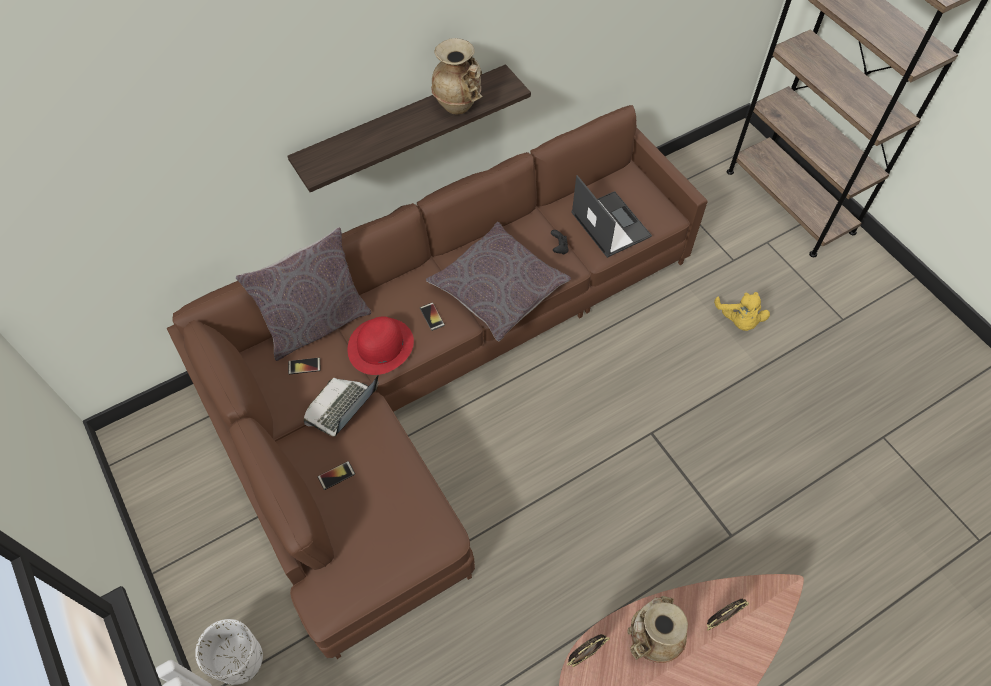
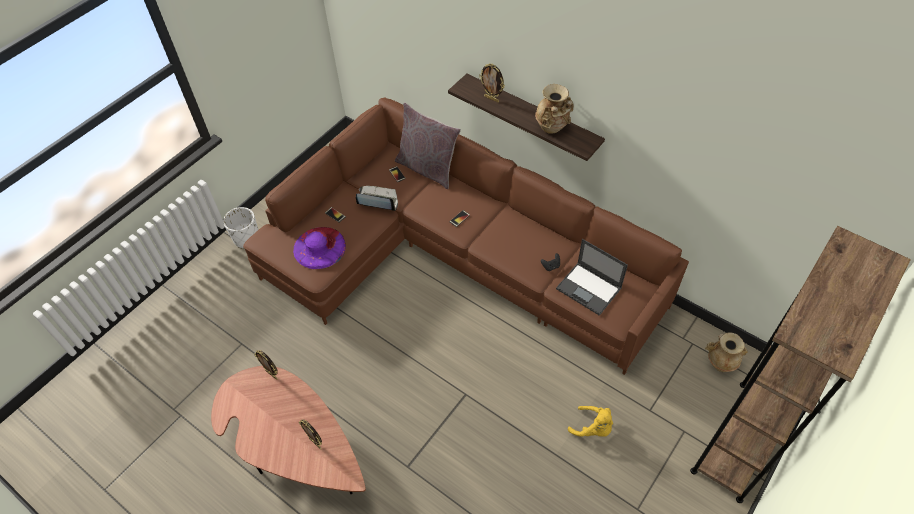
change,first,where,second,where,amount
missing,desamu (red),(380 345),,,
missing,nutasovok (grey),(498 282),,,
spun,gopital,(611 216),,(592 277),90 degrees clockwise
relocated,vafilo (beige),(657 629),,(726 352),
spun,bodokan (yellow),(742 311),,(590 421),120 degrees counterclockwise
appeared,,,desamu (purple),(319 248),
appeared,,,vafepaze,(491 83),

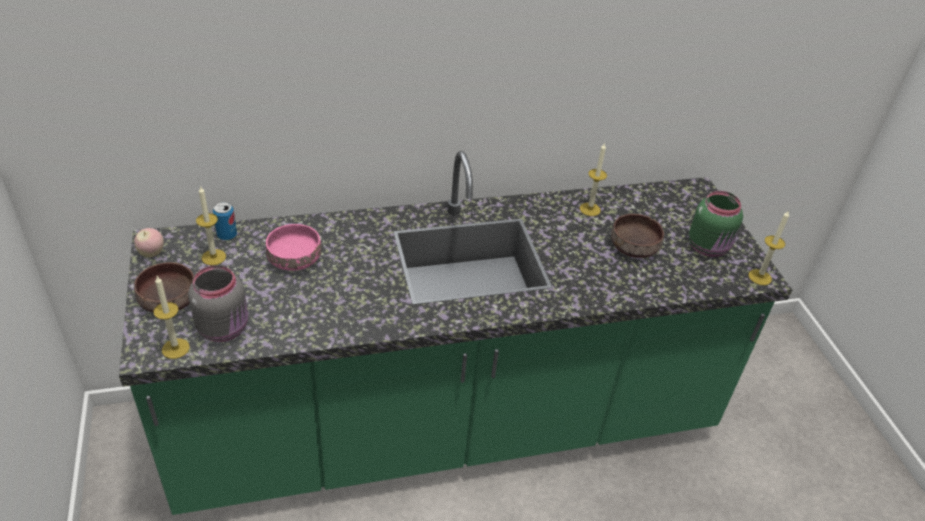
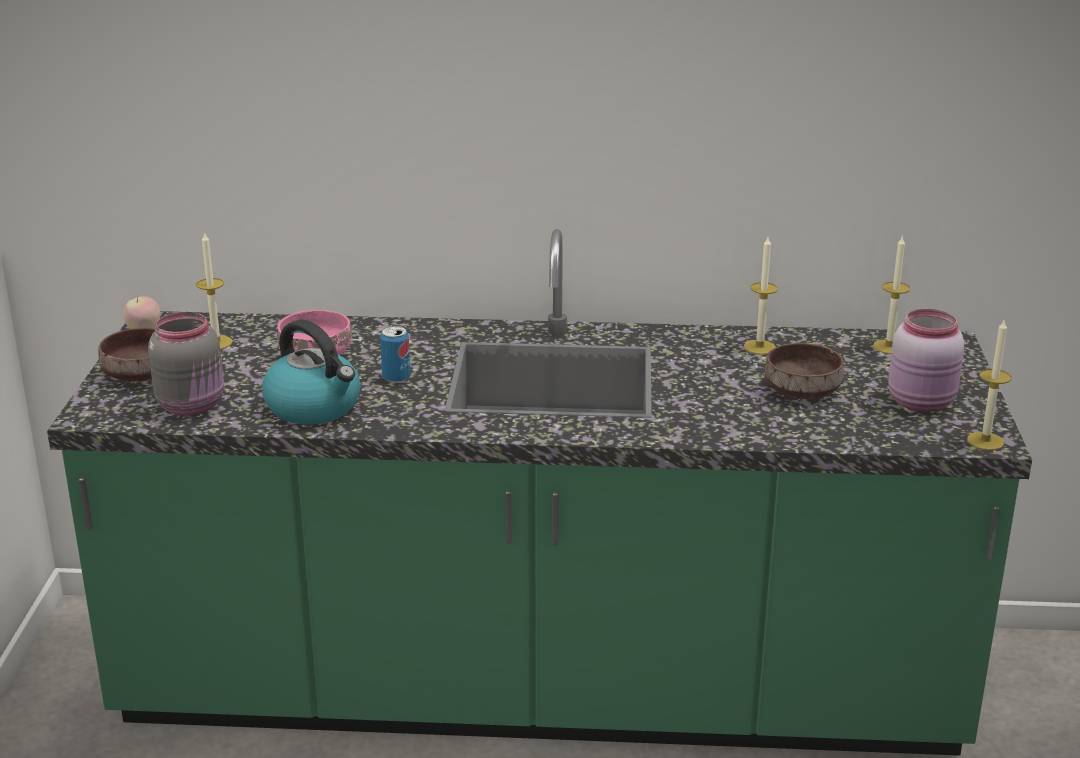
change,first,where,second,where,amount
relocated,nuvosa,(172 317),,(891 295),
relocated,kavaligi,(225 221),,(395 354),
colour,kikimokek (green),(716 224),kikimokek (pink),(926 360),
appeared,,,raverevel,(311 372),

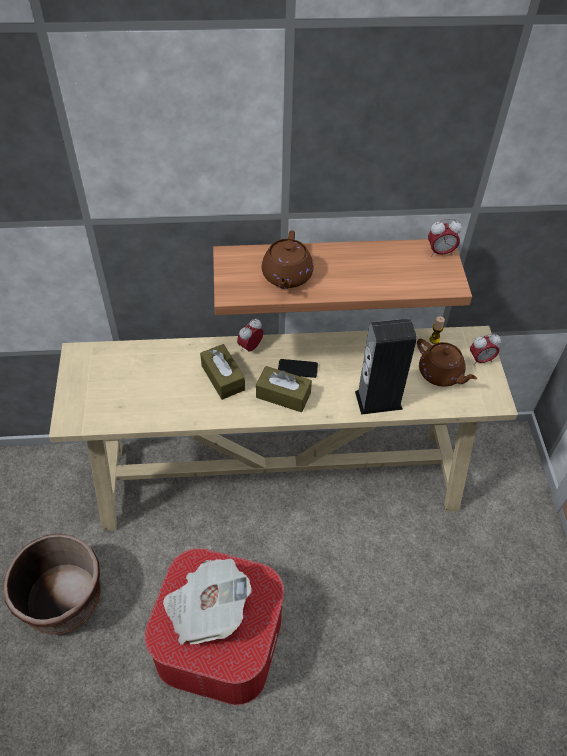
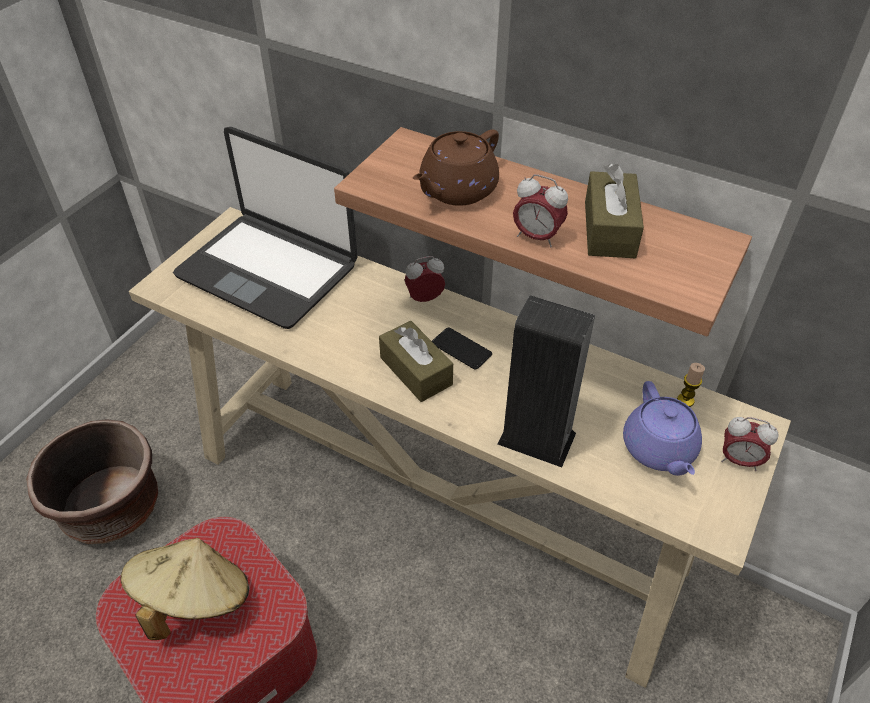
change,first,where,second,where,amount
exchanged,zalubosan,(207 602),desamu (beige),(185 589),
relocated,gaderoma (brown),(222 372),,(614 211),
colour,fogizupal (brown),(447 363),fogizupal (purple),(662 428),
relocated,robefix,(445 237),,(540 211),
appeared,,,gopital,(265 228),

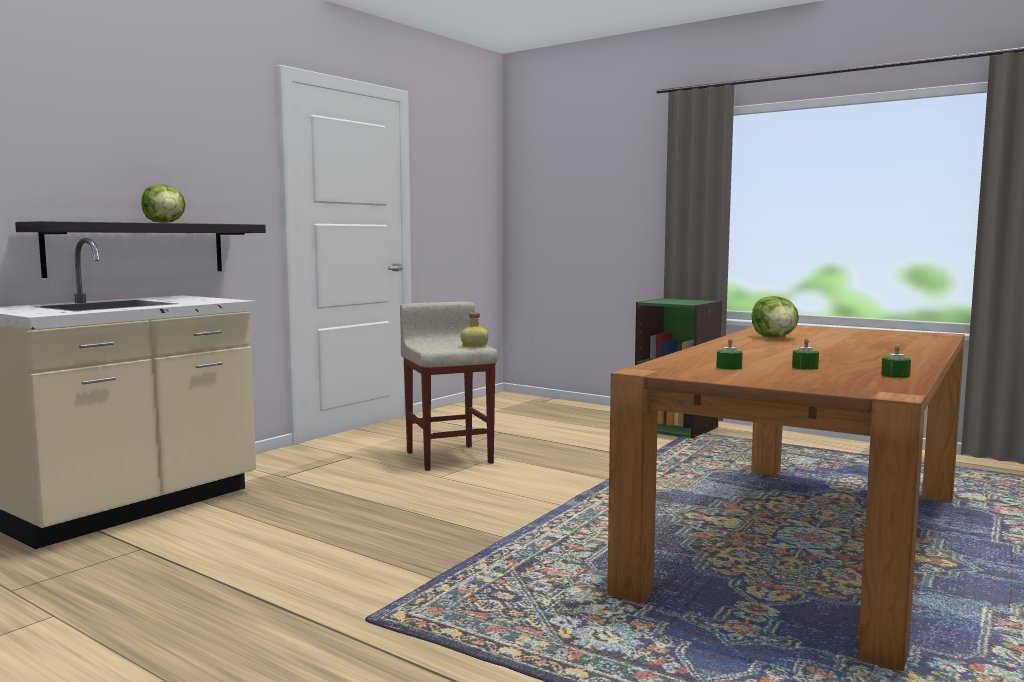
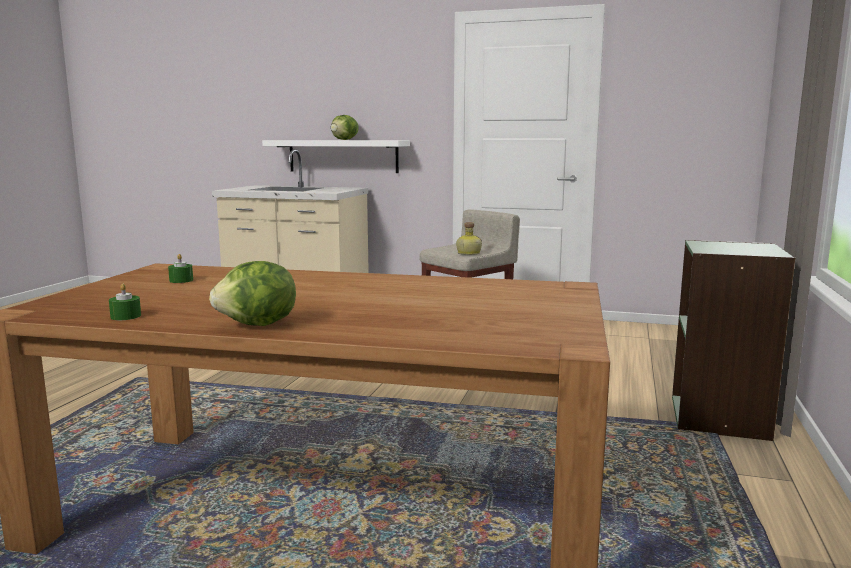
change,first,where,second,where,amount
colour,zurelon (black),(140 249),zurelon (white),(336 156),
relocated,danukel,(775 317),,(252 293),
missing,nuvosa (green),(805 354),,,

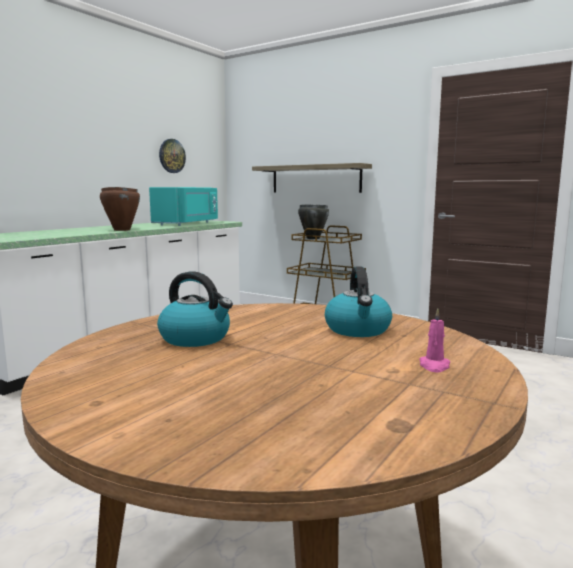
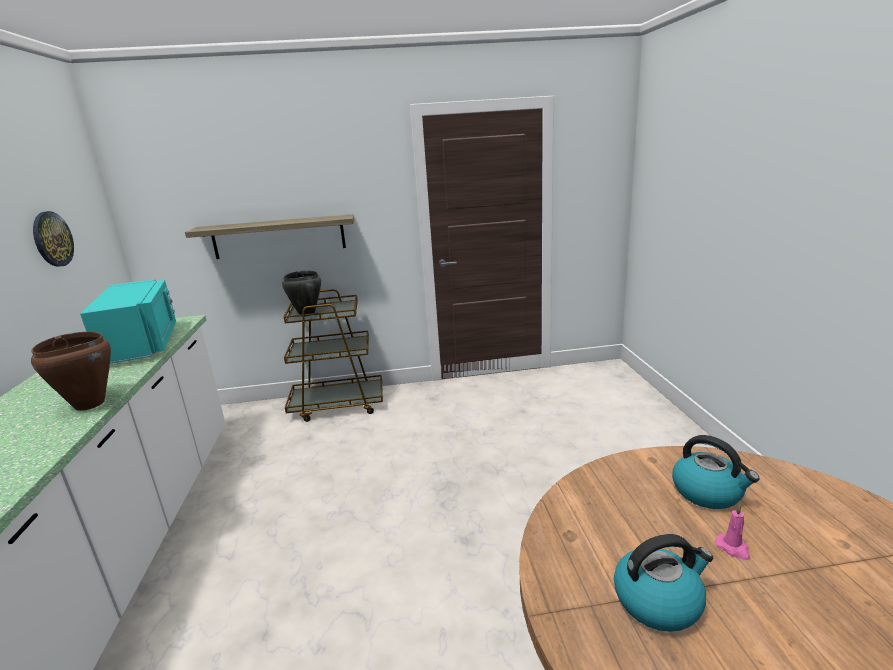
change,first,where,second,where,amount
relocated,nuvosa (pink),(434 340),,(733 532),

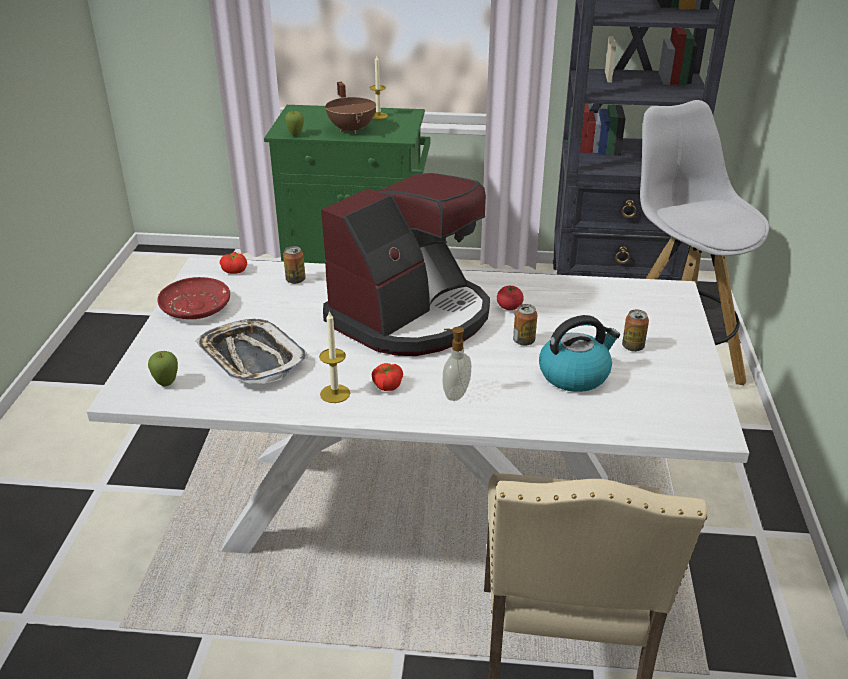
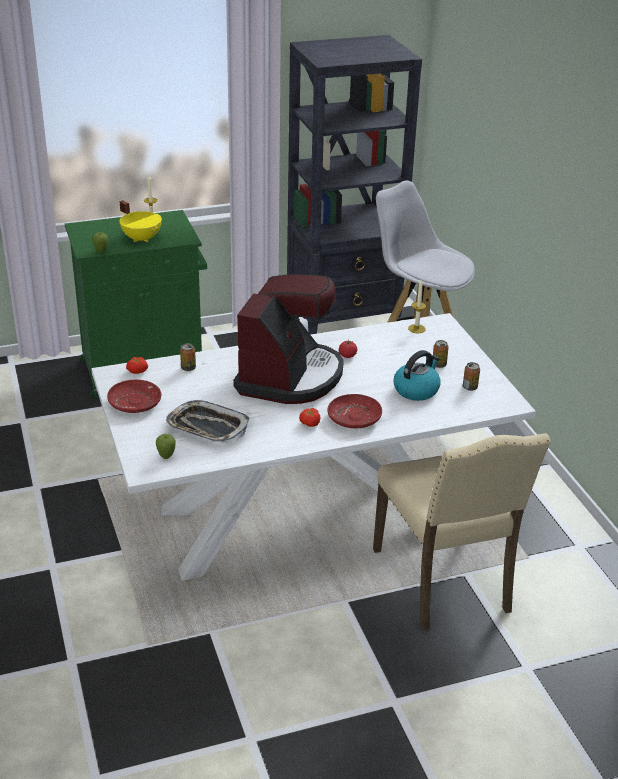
change,first,where,second,where,amount
relocated,nuvosa,(334 357),,(417 306),
colour,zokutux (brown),(350 108),zokutux (yellow),(140 221),
exchanged,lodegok,(457 364),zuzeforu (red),(354 411),
relocated,kavaligi,(525 325),,(471 376),

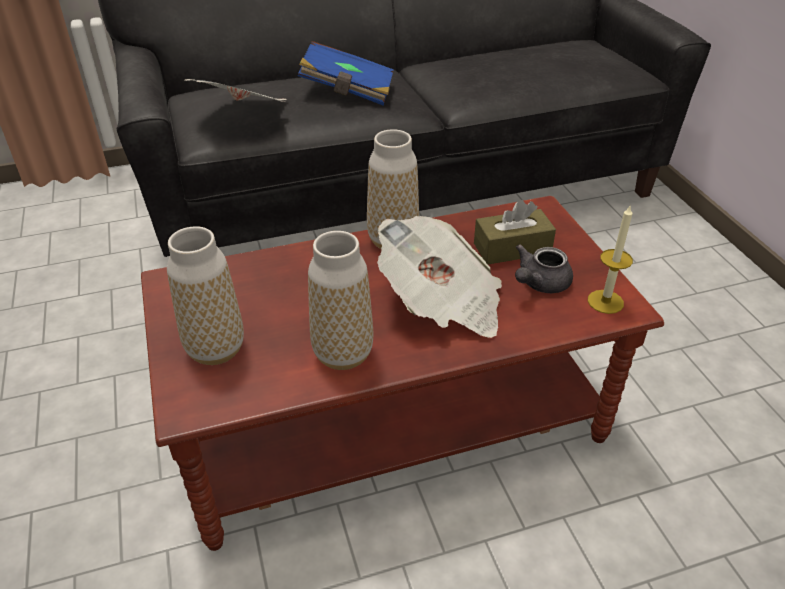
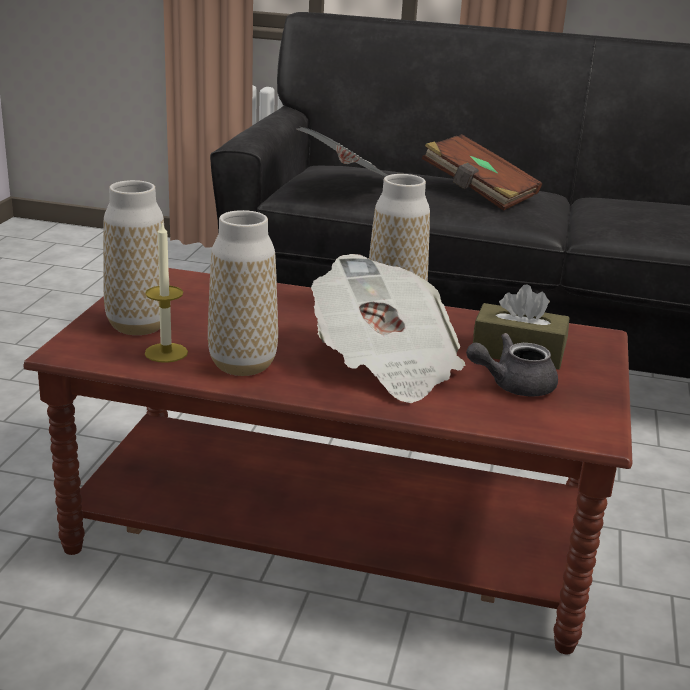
change,first,where,second,where,amount
colour,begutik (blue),(346 73),begutik (brown),(482 172),
relocated,nuvosa,(610 259),,(166 293),

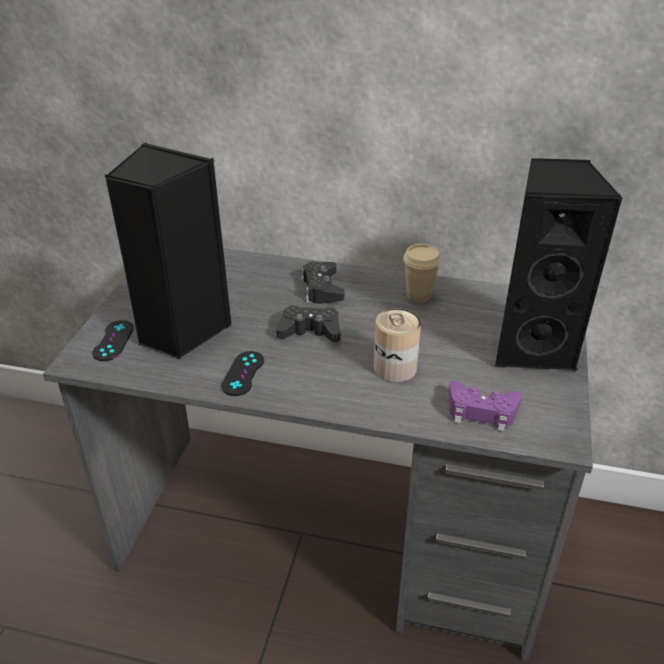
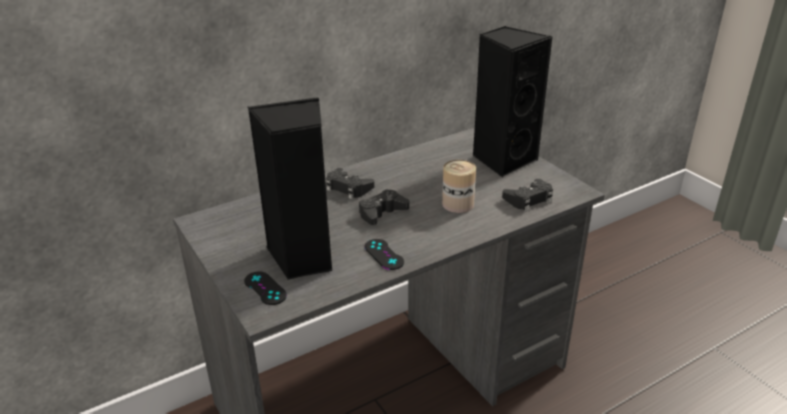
change,first,where,second,where,amount
missing,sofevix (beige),(422 273),,,
colour,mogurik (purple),(485 406),mogurik (black),(527 195),

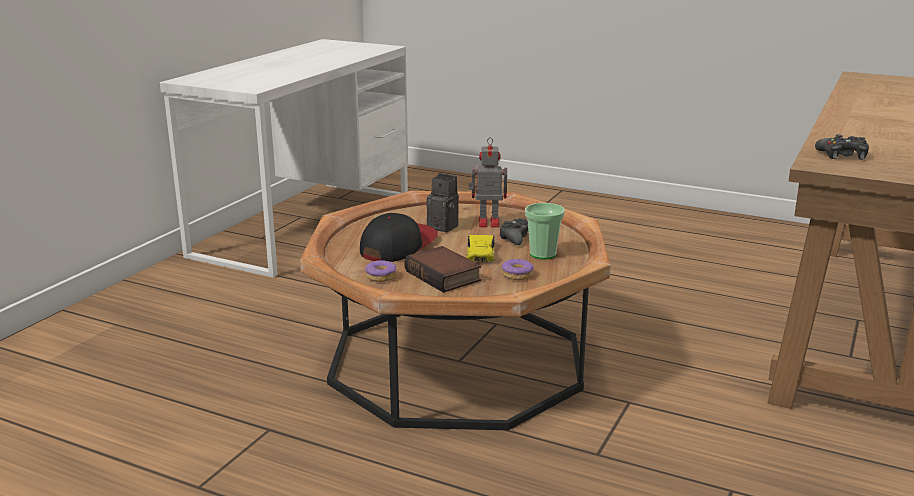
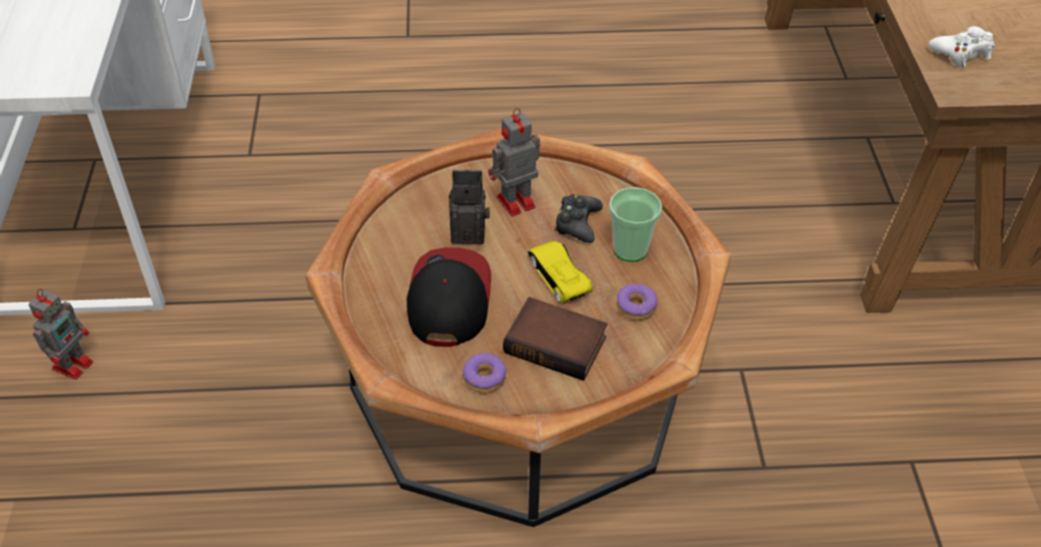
change,first,where,second,where,amount
colour,mogurik (black),(842 147),mogurik (white),(961 46),
appeared,,,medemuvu,(61 334),

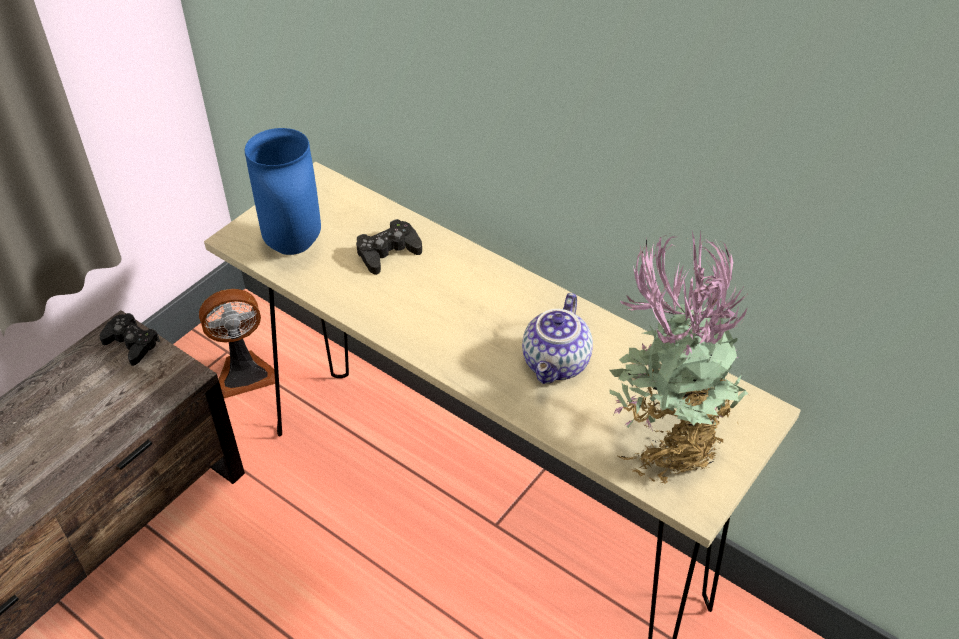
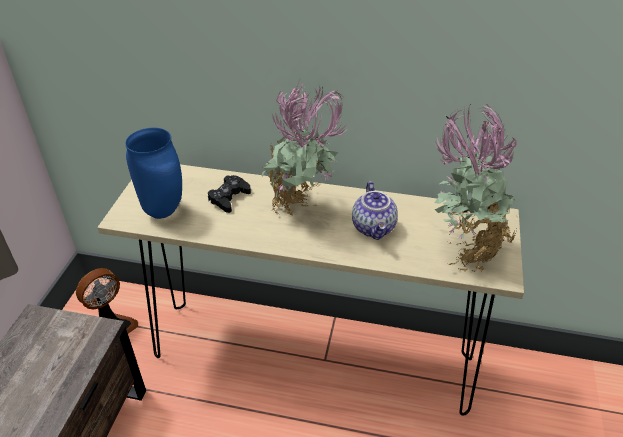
change,first,where,second,where,amount
missing,mogurik (black),(130 339),,,
appeared,,,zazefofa,(305 146),

